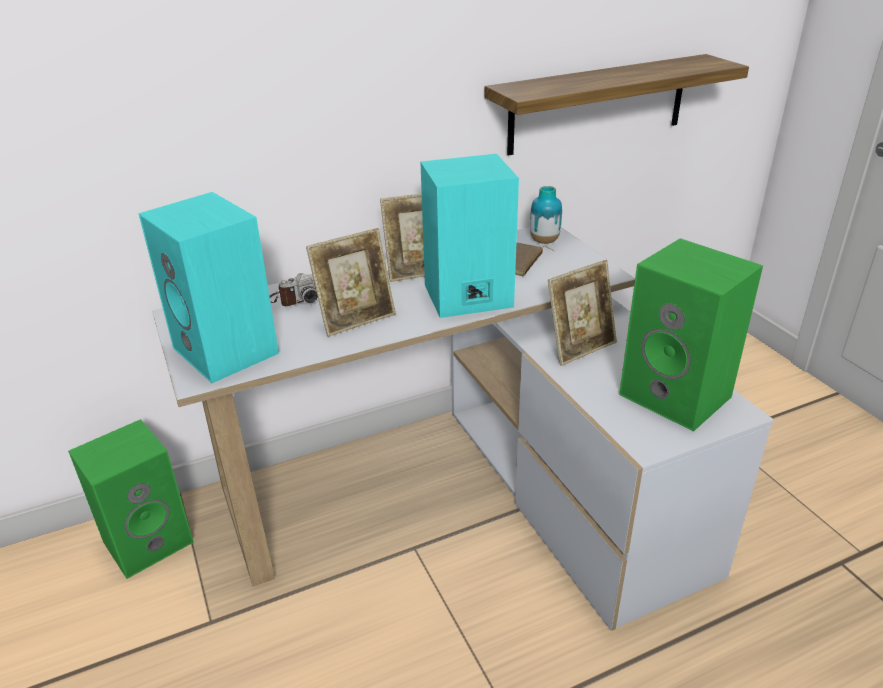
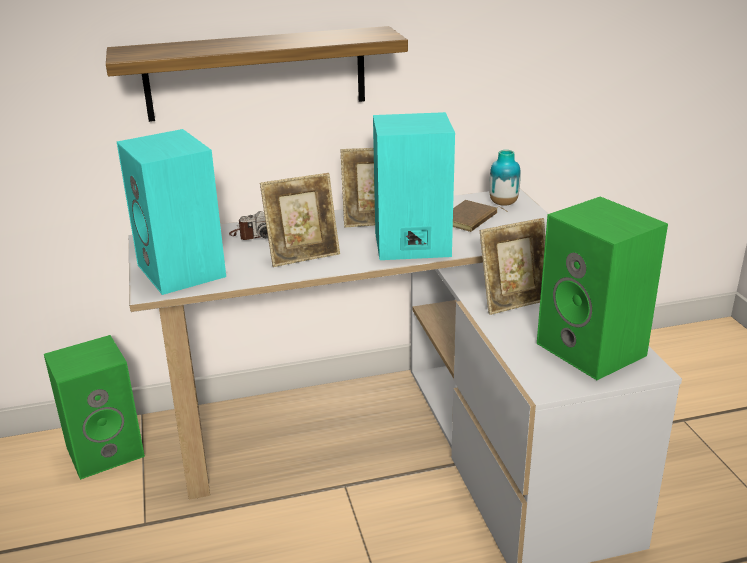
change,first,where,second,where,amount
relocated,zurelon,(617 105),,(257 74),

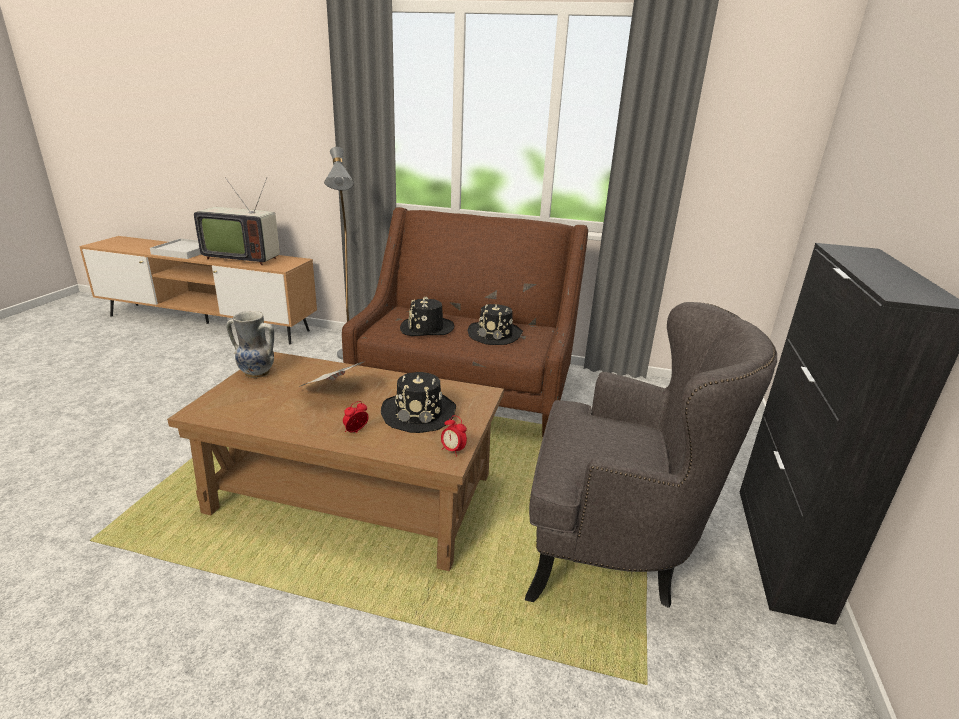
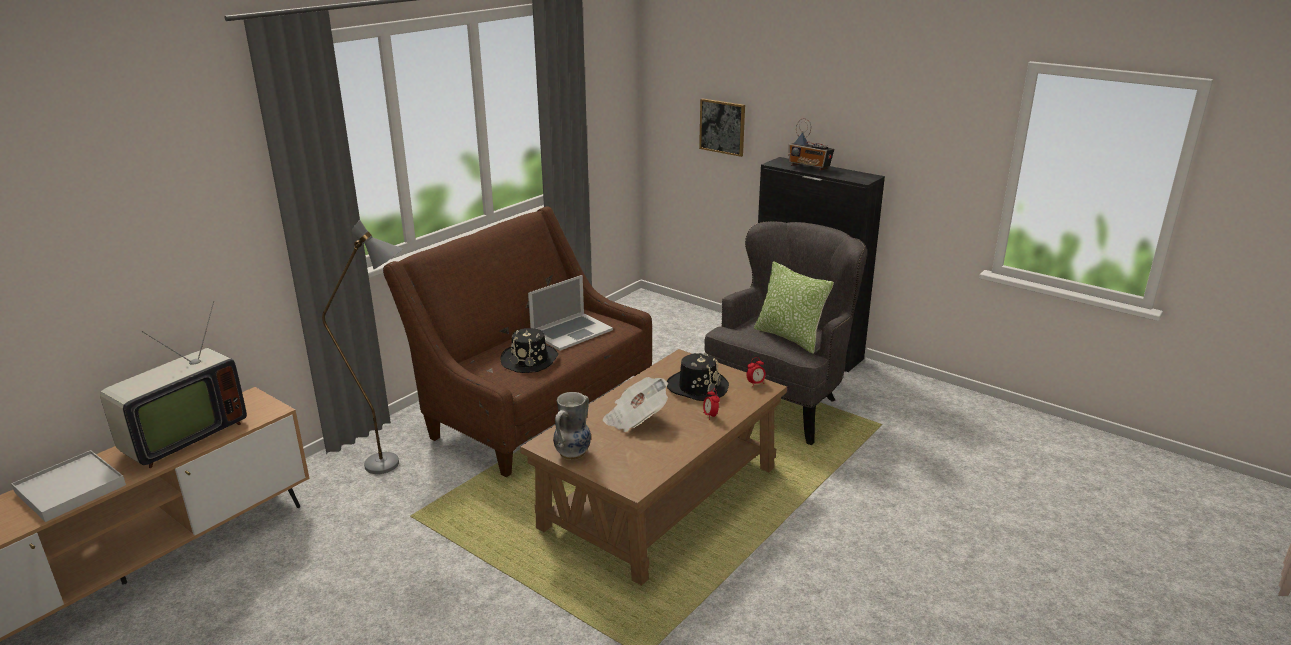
change,first,where,second,where,amount
exchanged,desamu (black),(495 324),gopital,(570 313),
appeared,,,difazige,(722 127),
appeared,,,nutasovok,(794 307),
appeared,,,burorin,(811 144),

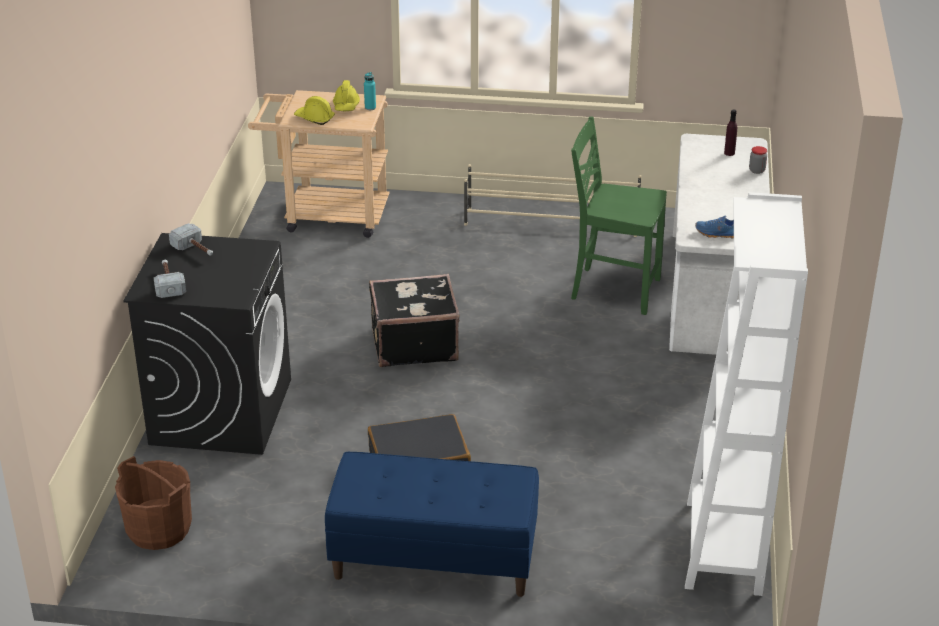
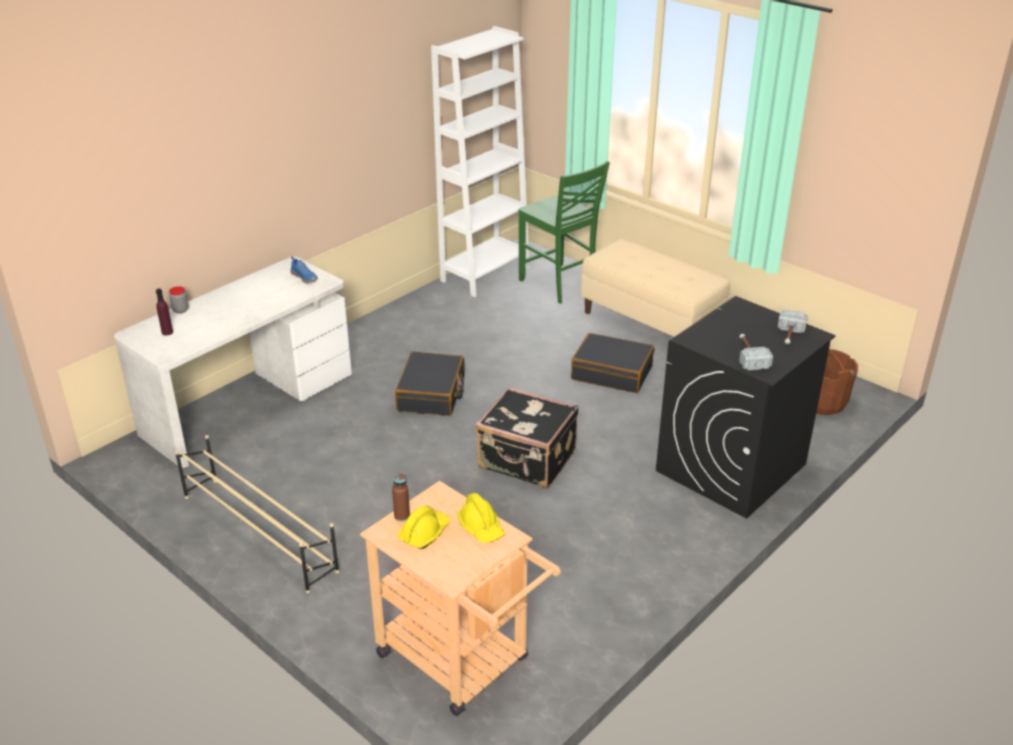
change,first,where,second,where,amount
colour,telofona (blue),(432 524),telofona (beige),(655 288),
colour,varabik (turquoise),(370 91),varabik (brown),(401 497),
relocated,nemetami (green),(619 216),,(564 232),
appeared,,,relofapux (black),(430 383),

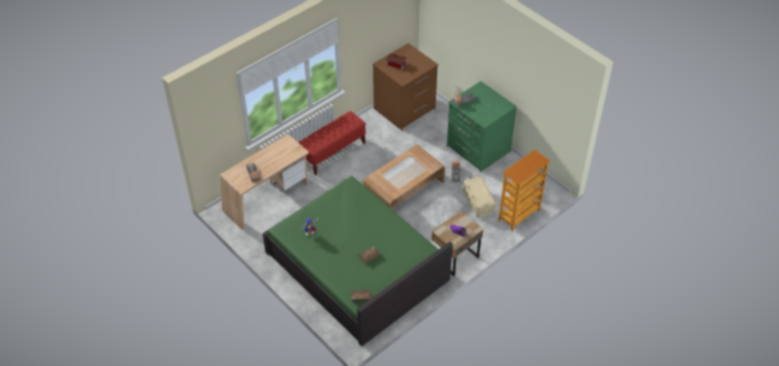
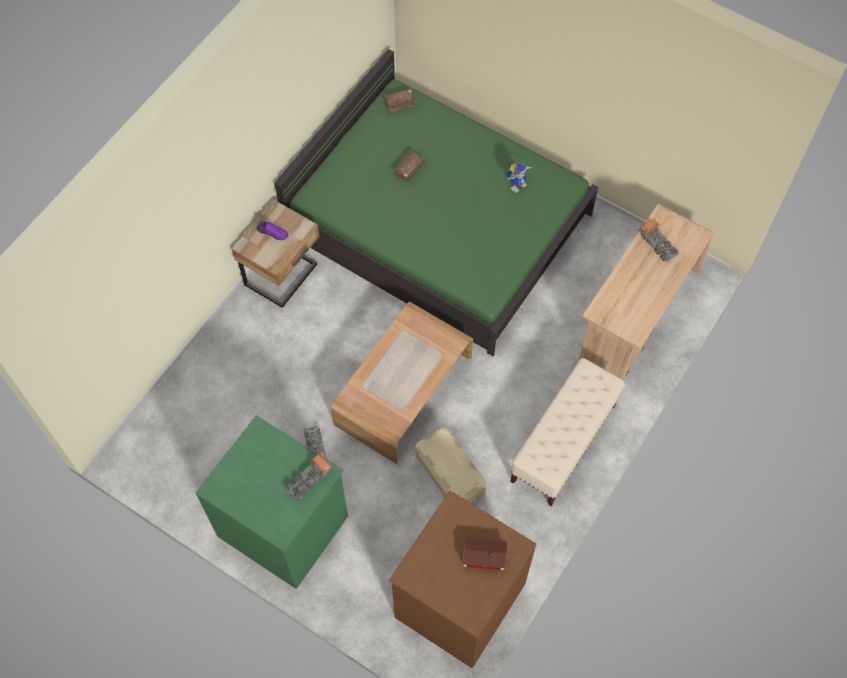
change,first,where,second,where,amount
colour,telofona (red),(332 143),telofona (beige),(568 432),
relocated,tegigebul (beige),(479 197),,(451 465),
missing,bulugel,(524 190),,,

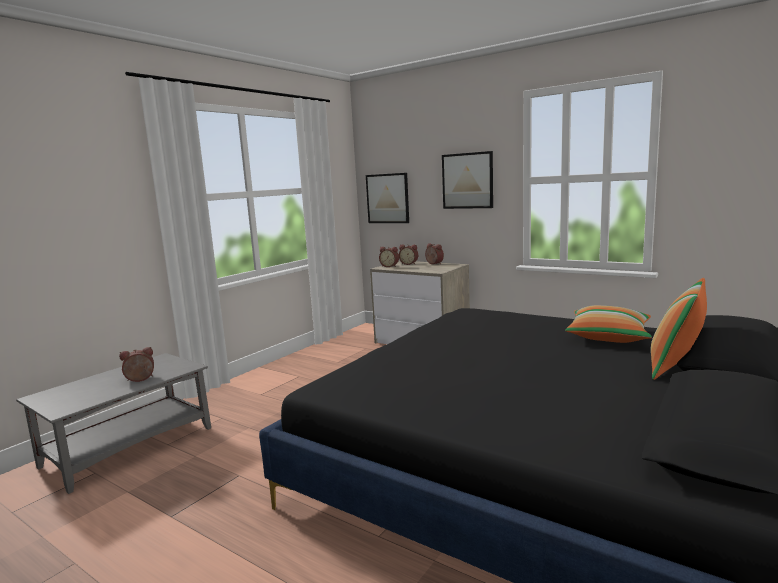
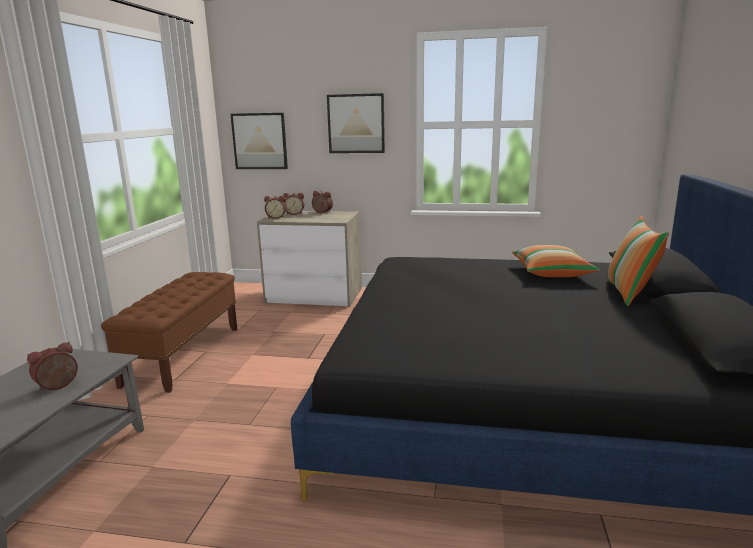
change,first,where,second,where,amount
appeared,,,telofona (brown),(169 332),

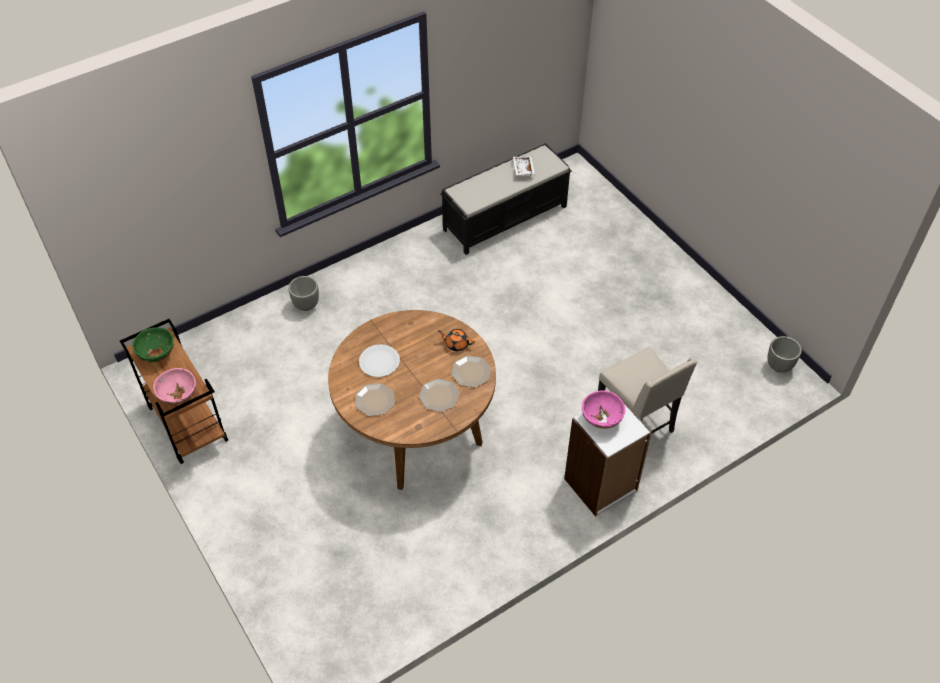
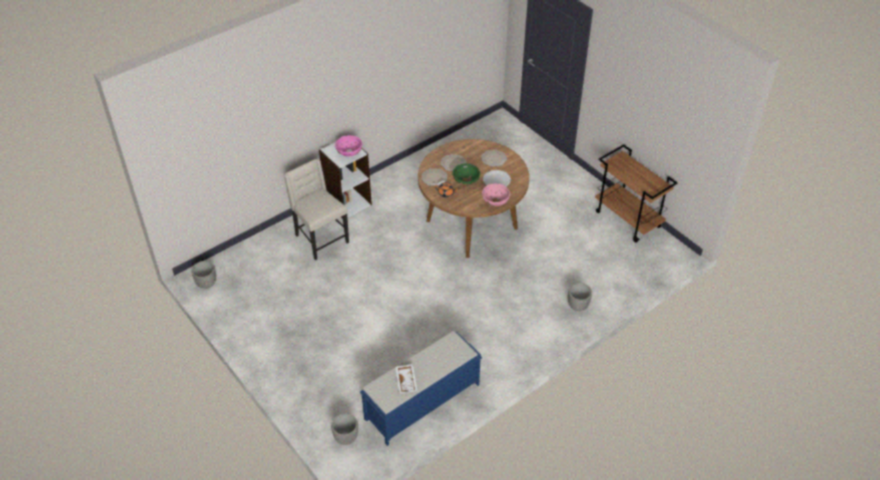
change,first,where,second,where,amount
relocated,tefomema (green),(153 344),,(466 175),
relocated,tefomema (pink),(174 386),,(496 194),
colour,telofona (black),(506 199),telofona (blue),(421 388),
appeared,,,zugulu,(344 429),

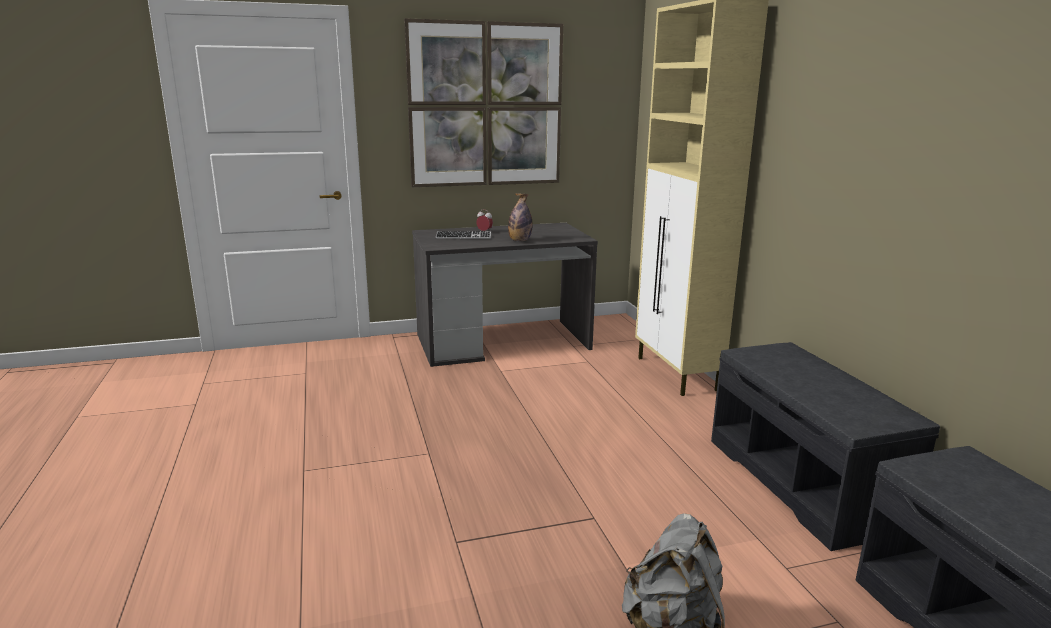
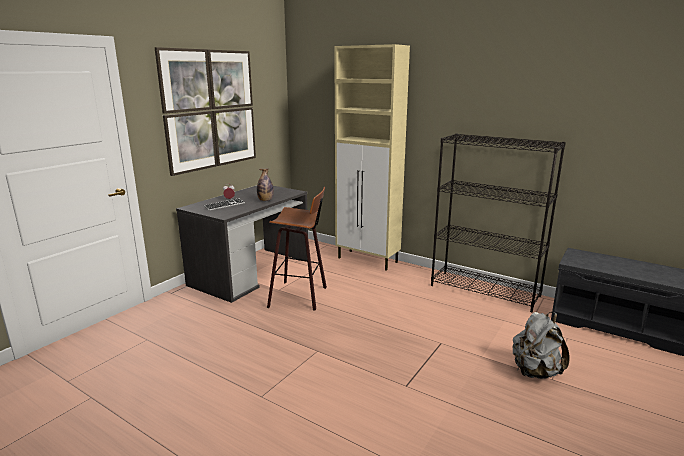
change,first,where,second,where,amount
exchanged,telofona (grey),(825 446),bulugel (black),(498 222),
appeared,,,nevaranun,(297 248),

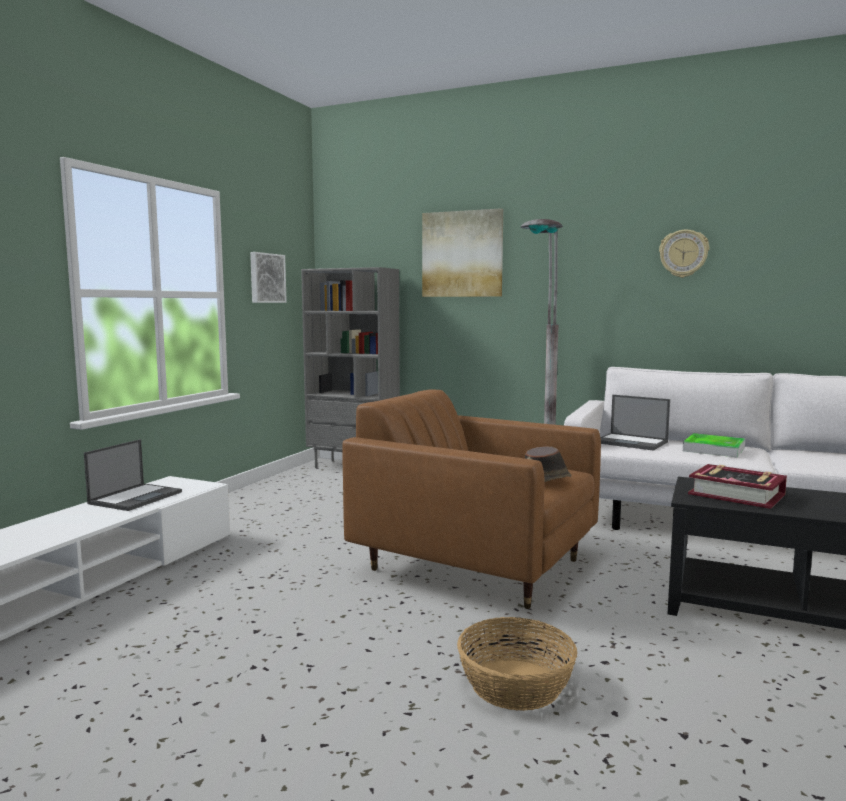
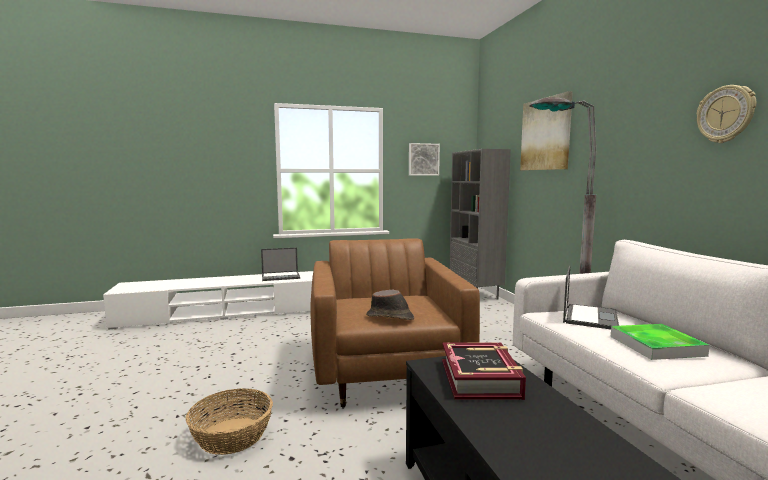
change,first,where,second,where,amount
spun,gopital,(635 423),,(591 297),150 degrees counterclockwise

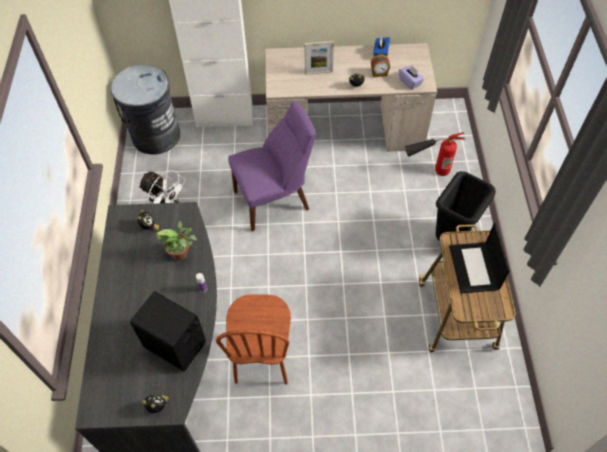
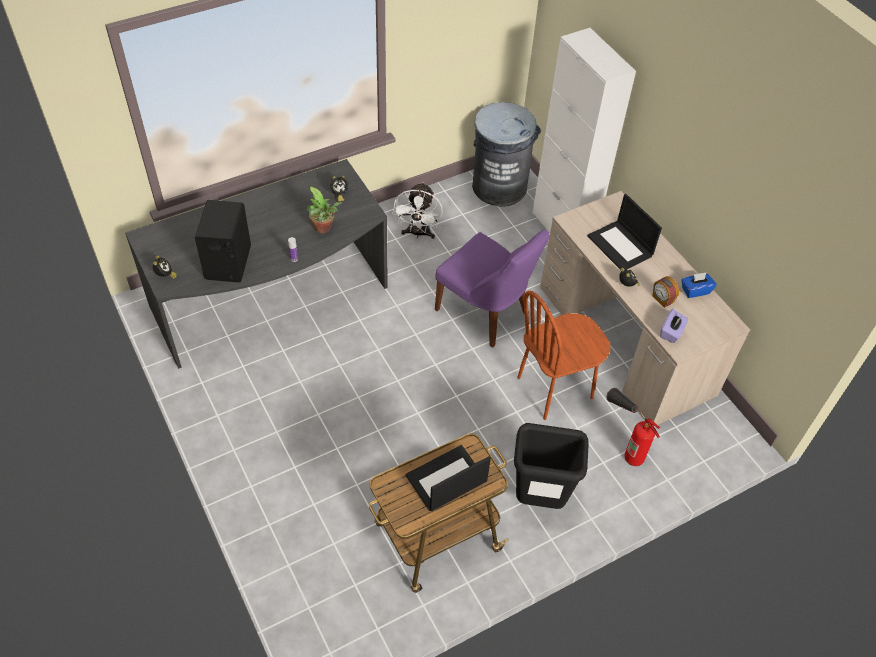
change,first,where,second,where,amount
relocated,nemetami (brown),(253 339),,(563 355),
exchanged,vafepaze,(319 58),gopital,(624 231),

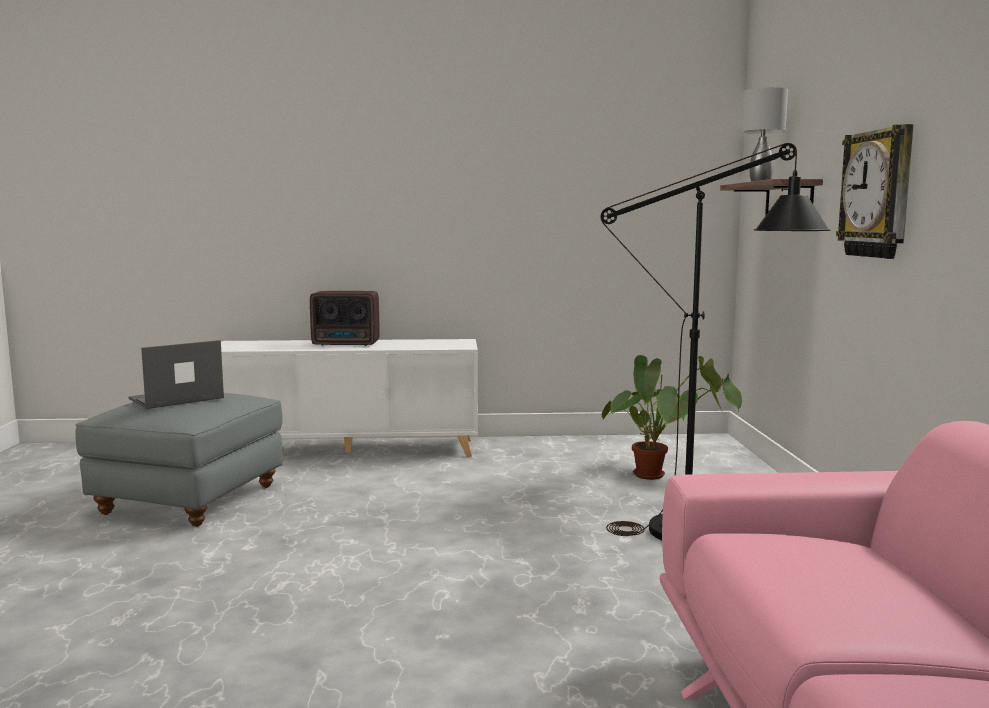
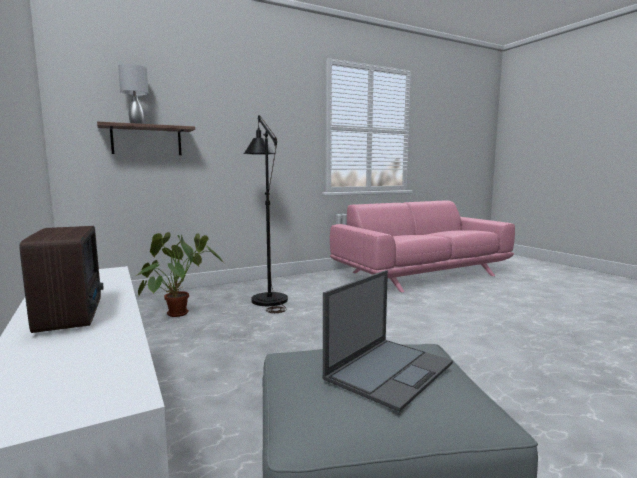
change,first,where,second,where,amount
spun,gopital,(176 374),,(388 341),75 degrees counterclockwise
missing,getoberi,(874 191),,,

